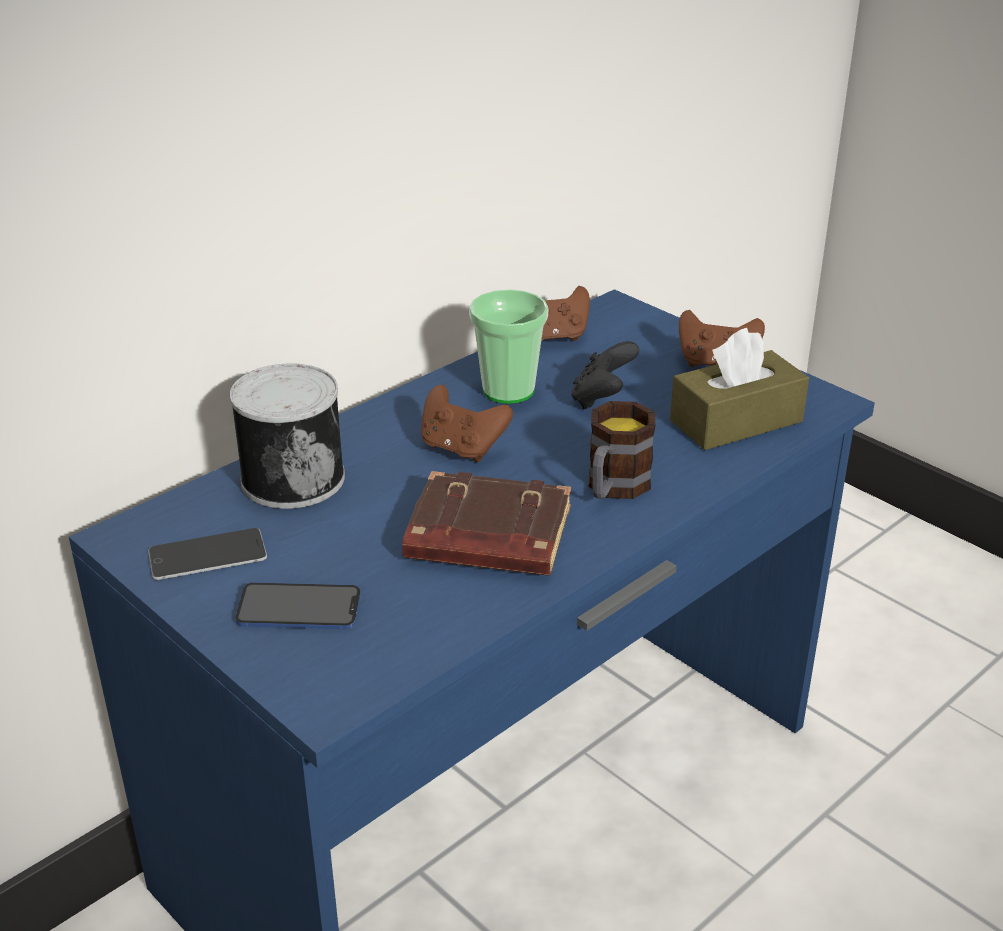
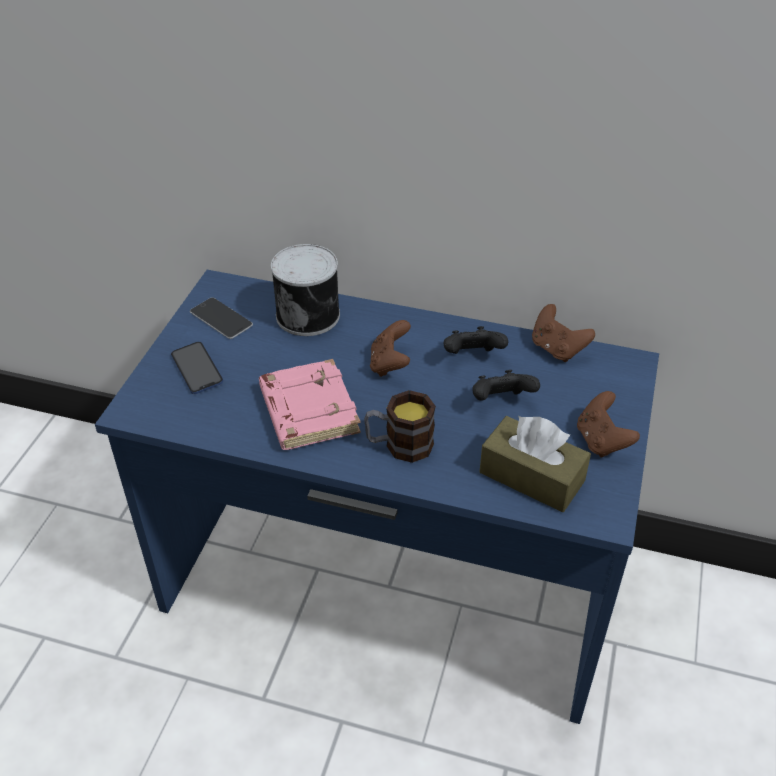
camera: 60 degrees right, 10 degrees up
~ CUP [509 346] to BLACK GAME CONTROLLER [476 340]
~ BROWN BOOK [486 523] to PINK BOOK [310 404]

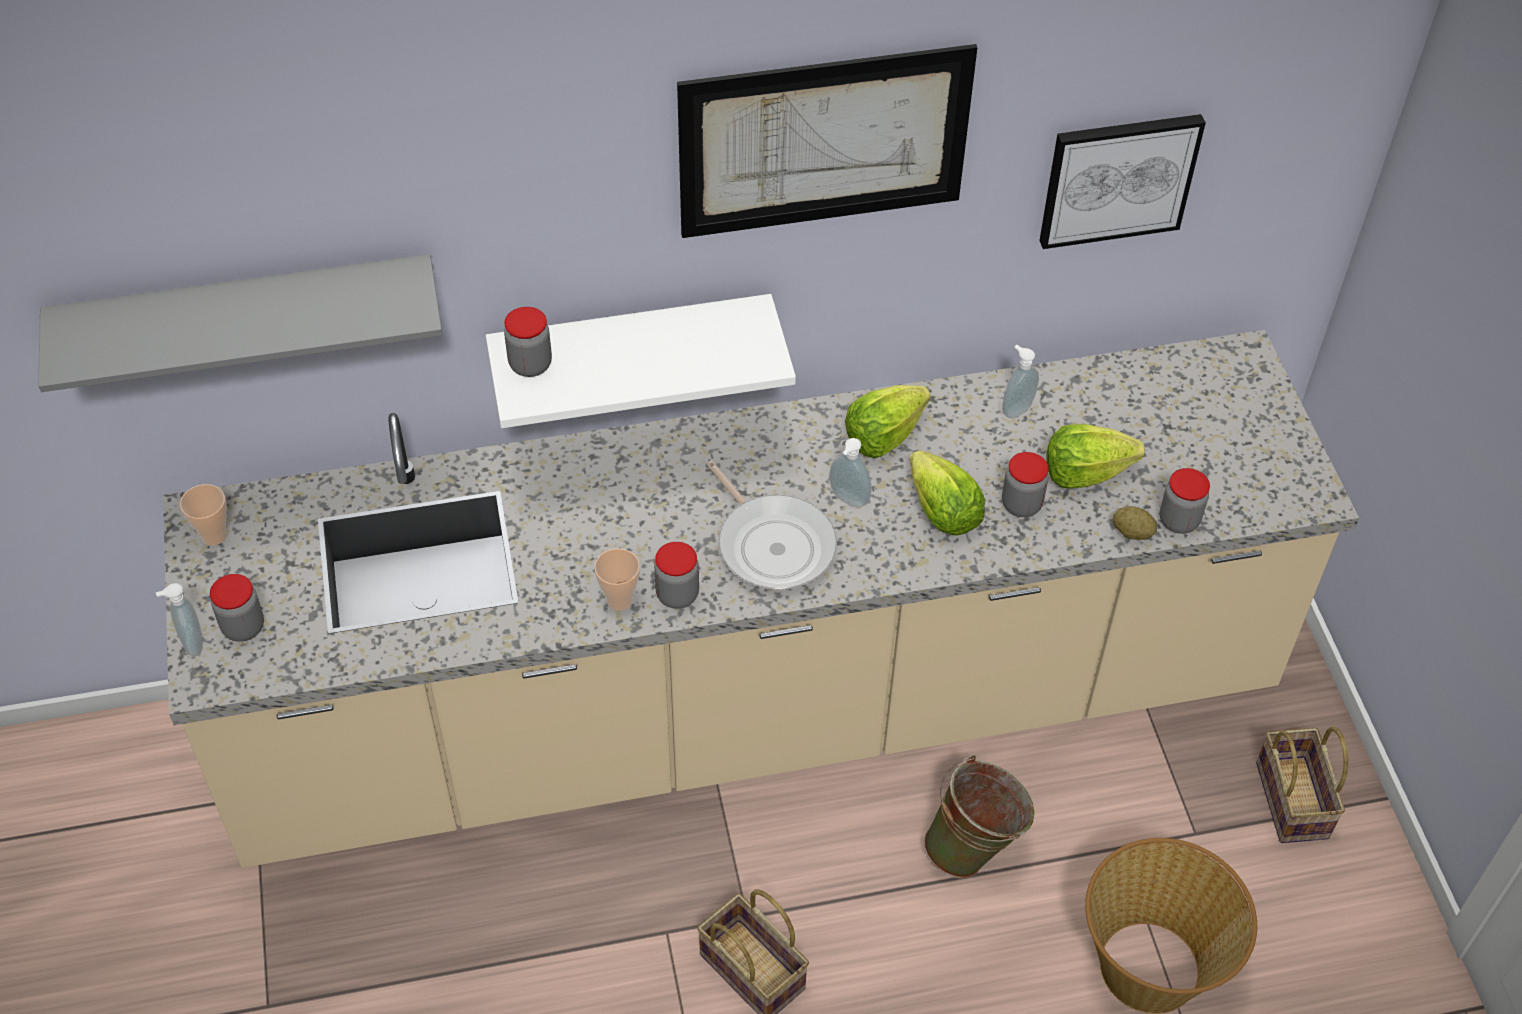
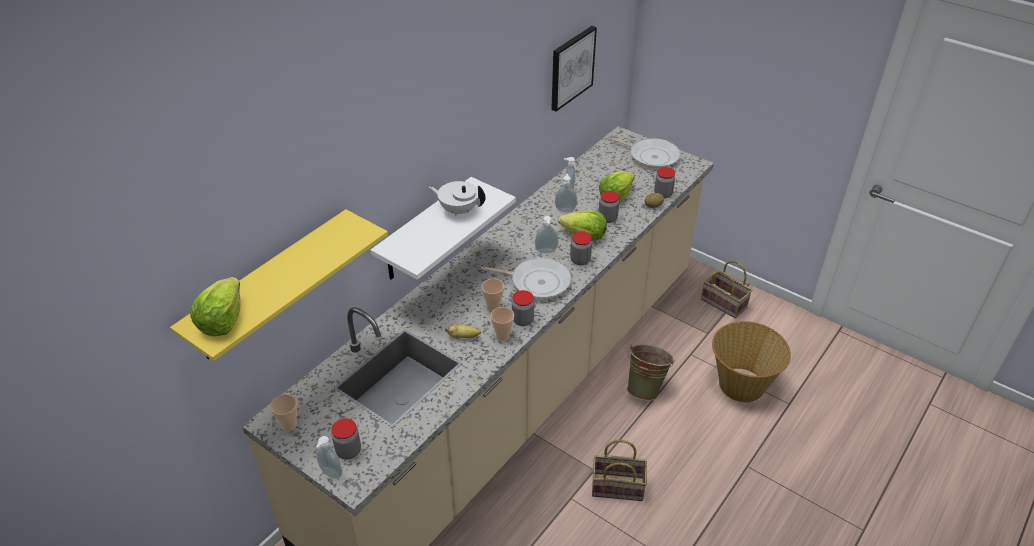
camera: 40 degrees left, 10 degrees down
- PICTURE [827 141]
~ GREY SHELF [240 323] to YELLOW SHELF [279 285]
~ JAR [528 342] to [581 248]
~ LETTUCE [888 421] to [215 306]
+ FRYING PAN [644 152]
+ SOAP DISPENSER [566 193]
+ WHITE TEAPOT [457 198]
+ CUP [492 295]
+ BANANA [463 331]

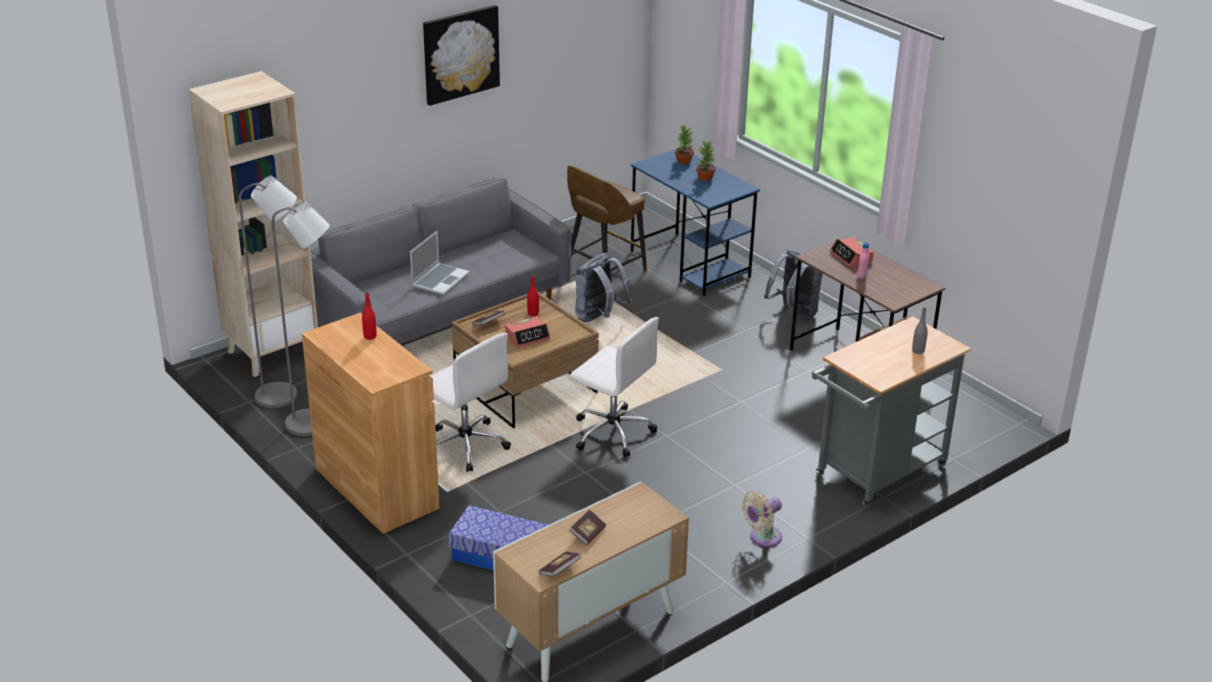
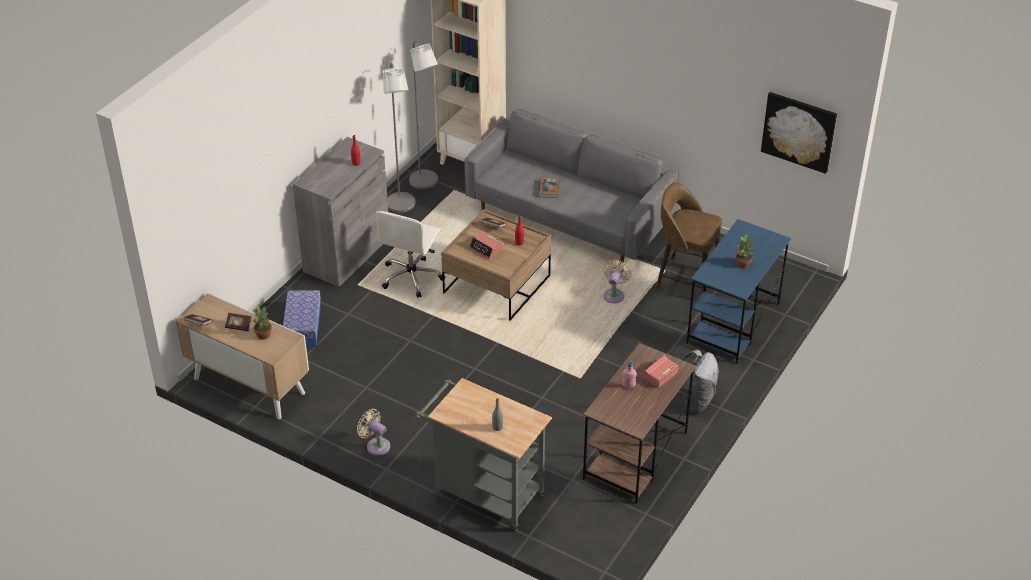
camera: 70 degrees right, 10 degrees up
~ PICTURE [461 55] to [799 133]
~ POTTED PLANT [684 144] to [262 322]
~ LAPTOP [440 263] to BOOK [549 187]
~ GREY BACKPACK [603 287] to BEIGE FAN [617 281]
~ BROWN CABINET [371 423] to GREY CABINET [340 212]
- WHITE OFFICE CHAIR [614 387]

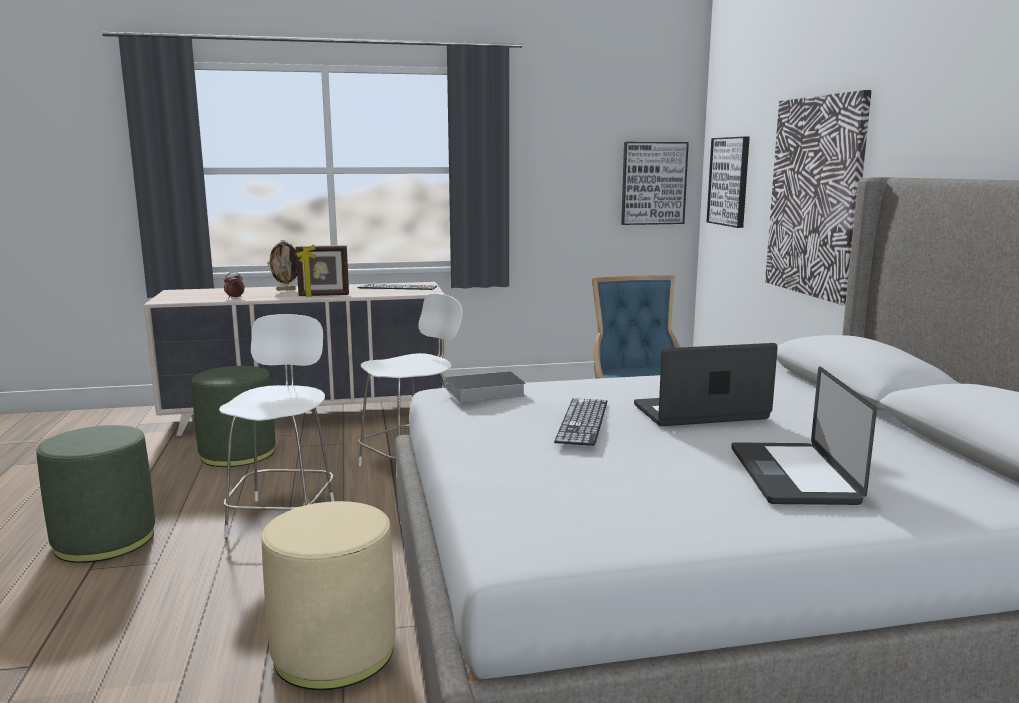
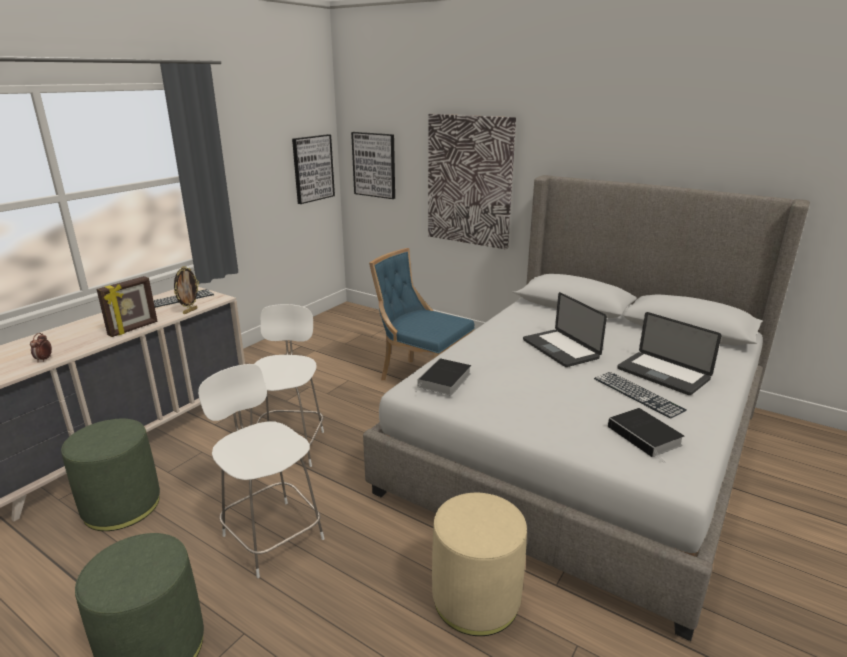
camera: 45 degrees left, 10 degrees up
~ PICTURE FRAME [282 265] to [186 290]
~ LAPTOP [706 384] = [565 329] 60 degrees counterclockwise
~ KEYBOARD [581 422] to [640 395]
+ BOOK [646 435]

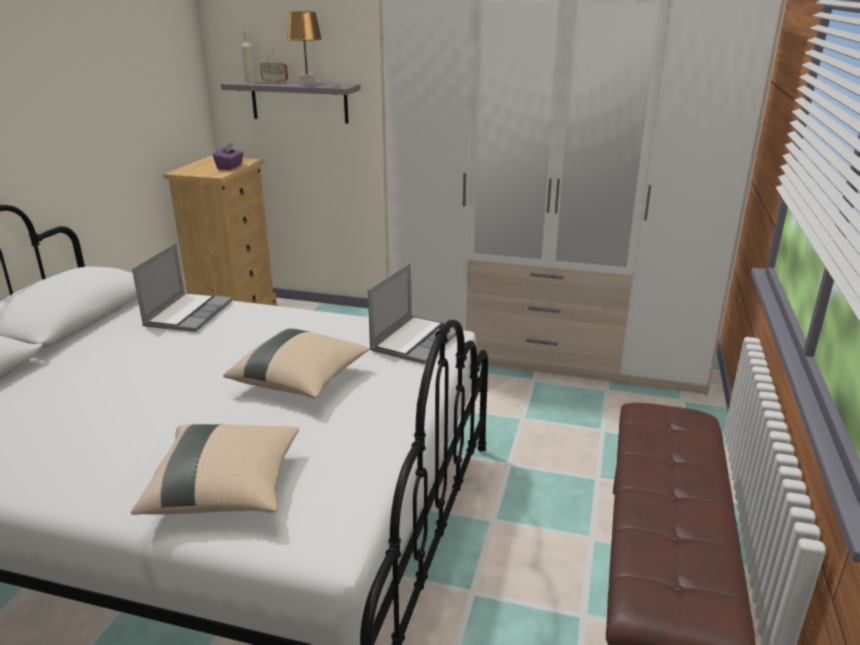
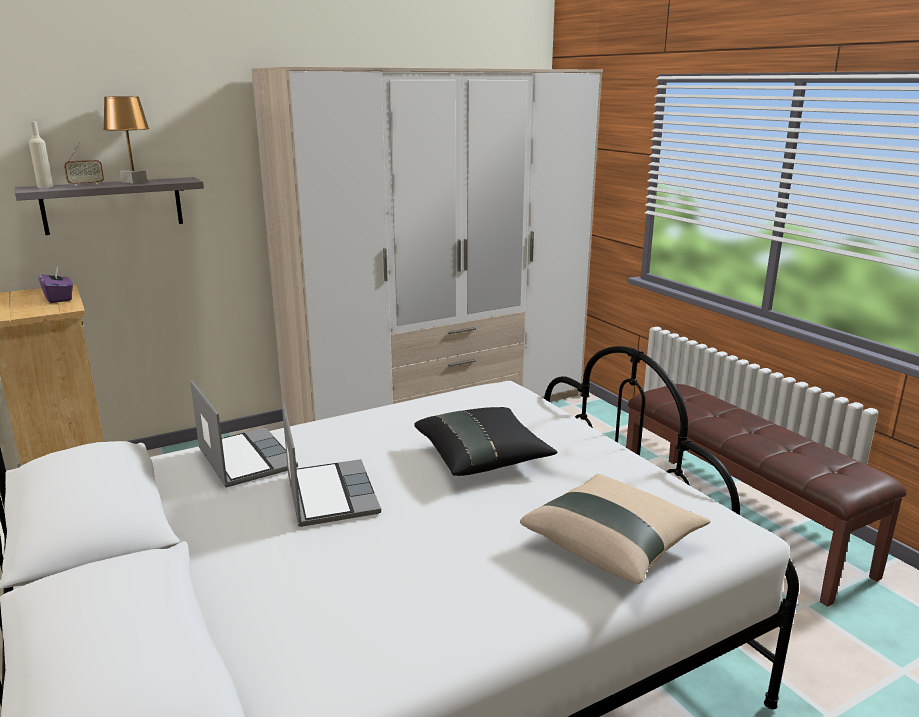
camera: 45 degrees left, 5 degrees down
~ LAPTOP [412 313] to [331 465]
~ BEIGE PILLOW [296 363] to BLACK PILLOW [485 441]

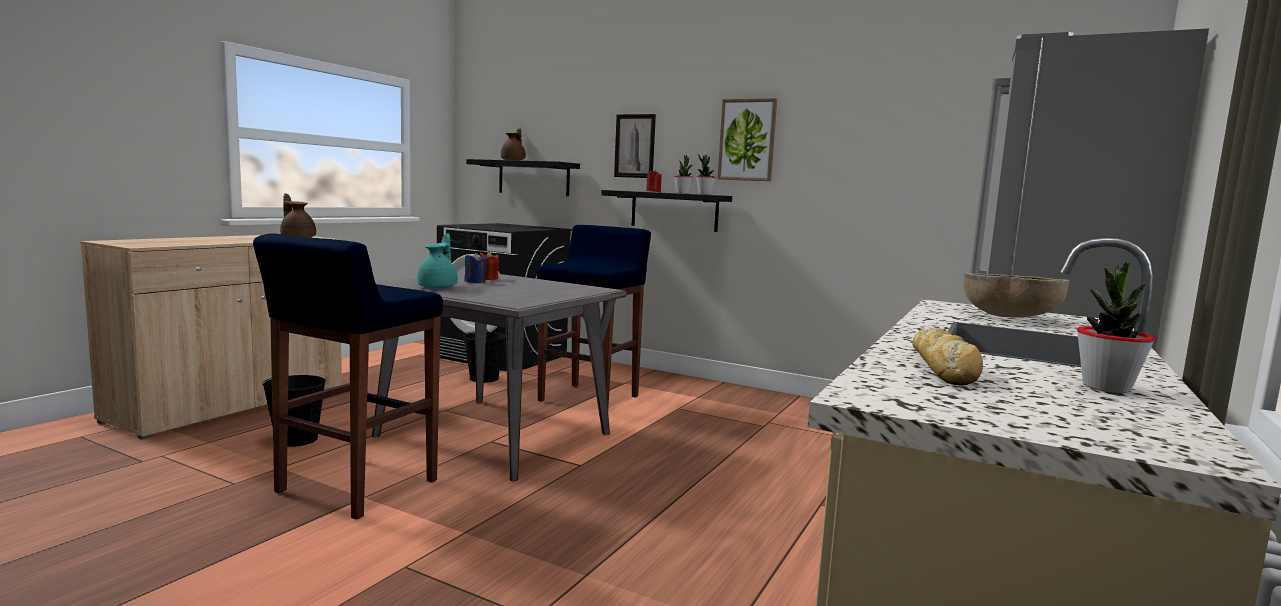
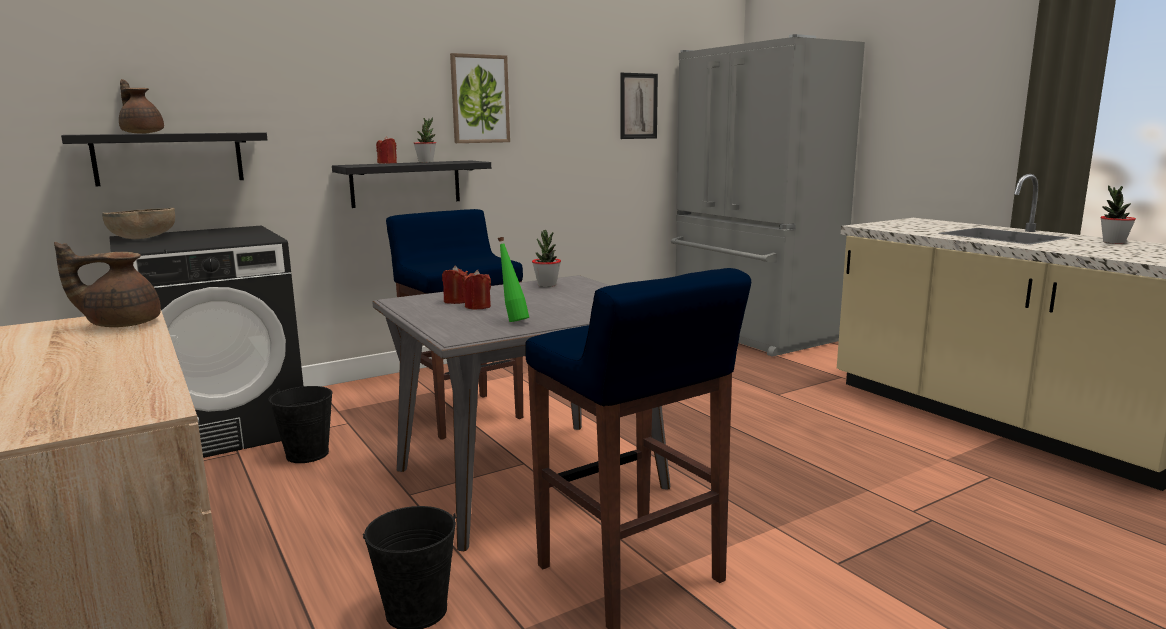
camera: 60 degrees left, 5 degrees up
~ PICTURE [635 146] to [639 106]
~ POTTED PLANT [706 174] to [546 258]
~ TURQUOISE TEAPOT [437 260] to GREEN BOTTLE [513 279]
~ BLUE CANDLE [476 268] to RED CANDLE [477 290]
~ BROWN BOWL [1016 295] to [138 223]
- BREAD [948 357]

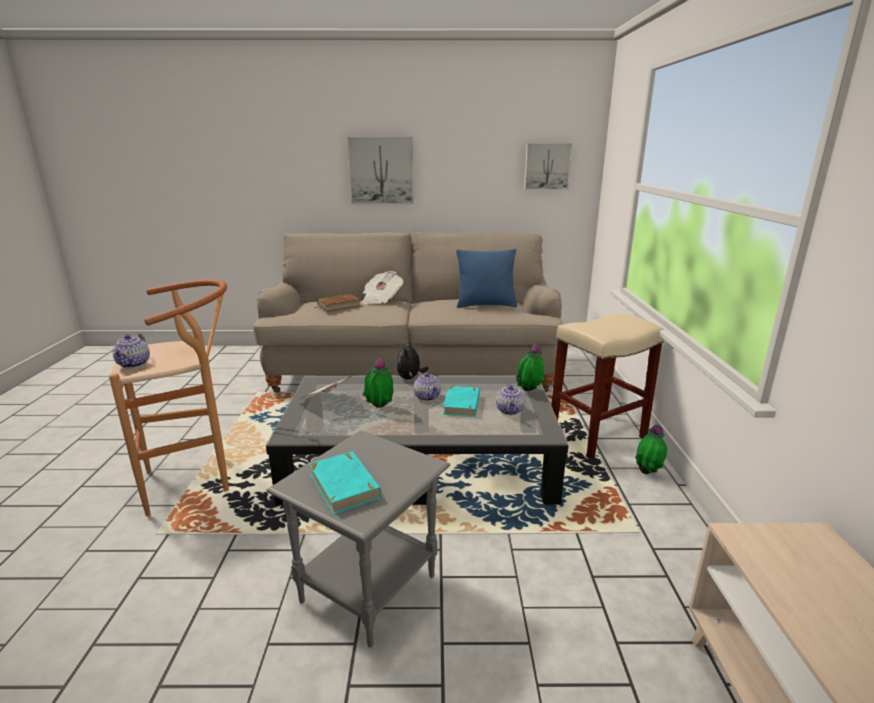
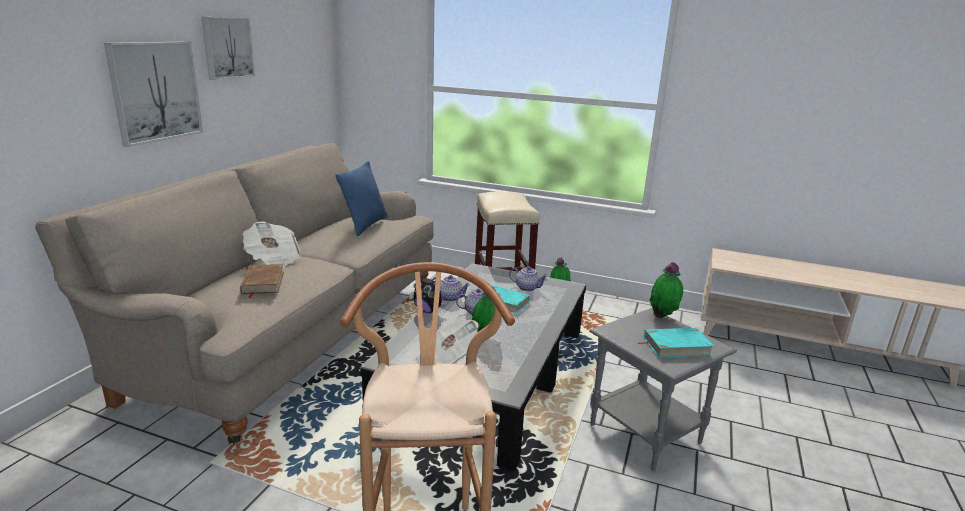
camera: 70 degrees left, 0 degrees up
~ PICTURE [548 166] to [228 48]
~ TEAPOT [131 350] to [451 288]
~ POTTED PLANT [530 367] to [666 290]

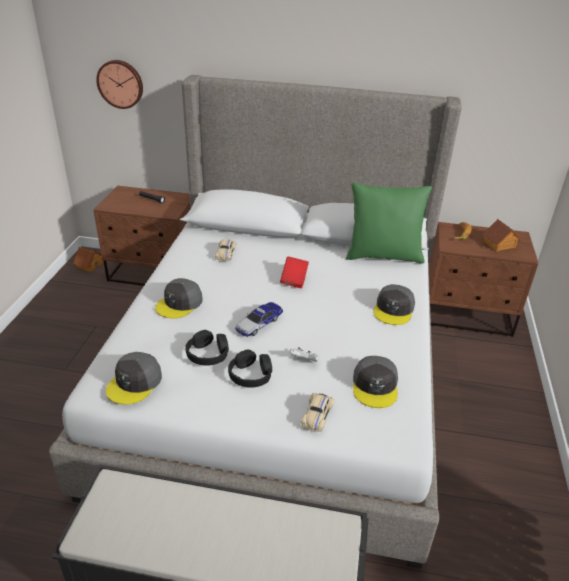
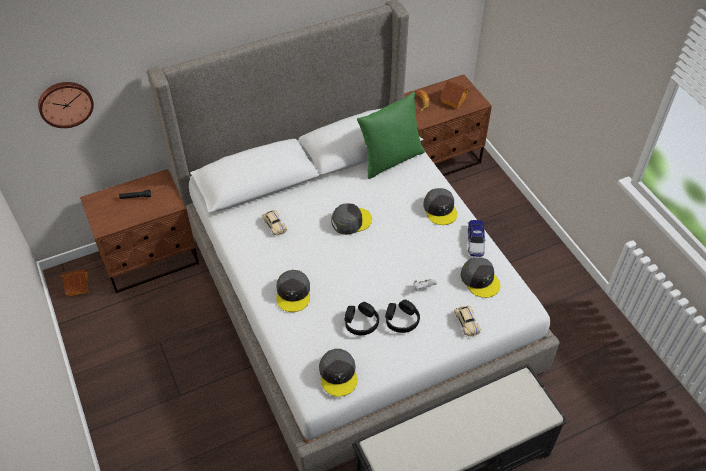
camera: 35 degrees left, 15 degrees up
~ RED BOOK [294 272] to GREY CAP [351 219]
~ TOY CAR [259 319] to [476 238]

